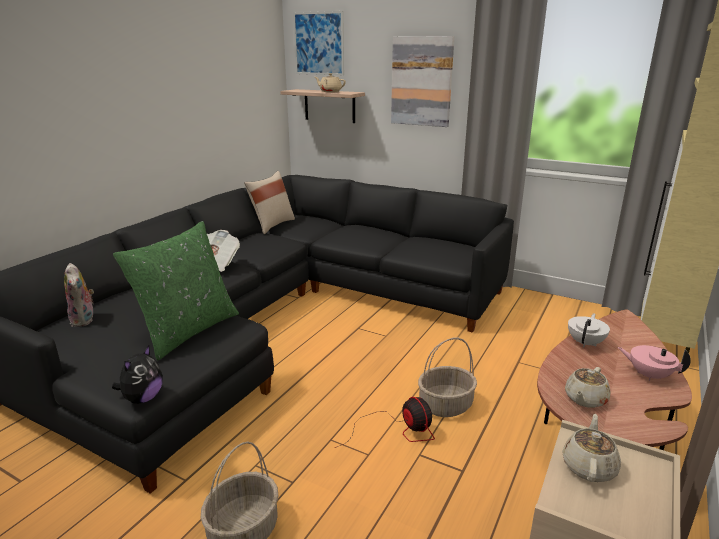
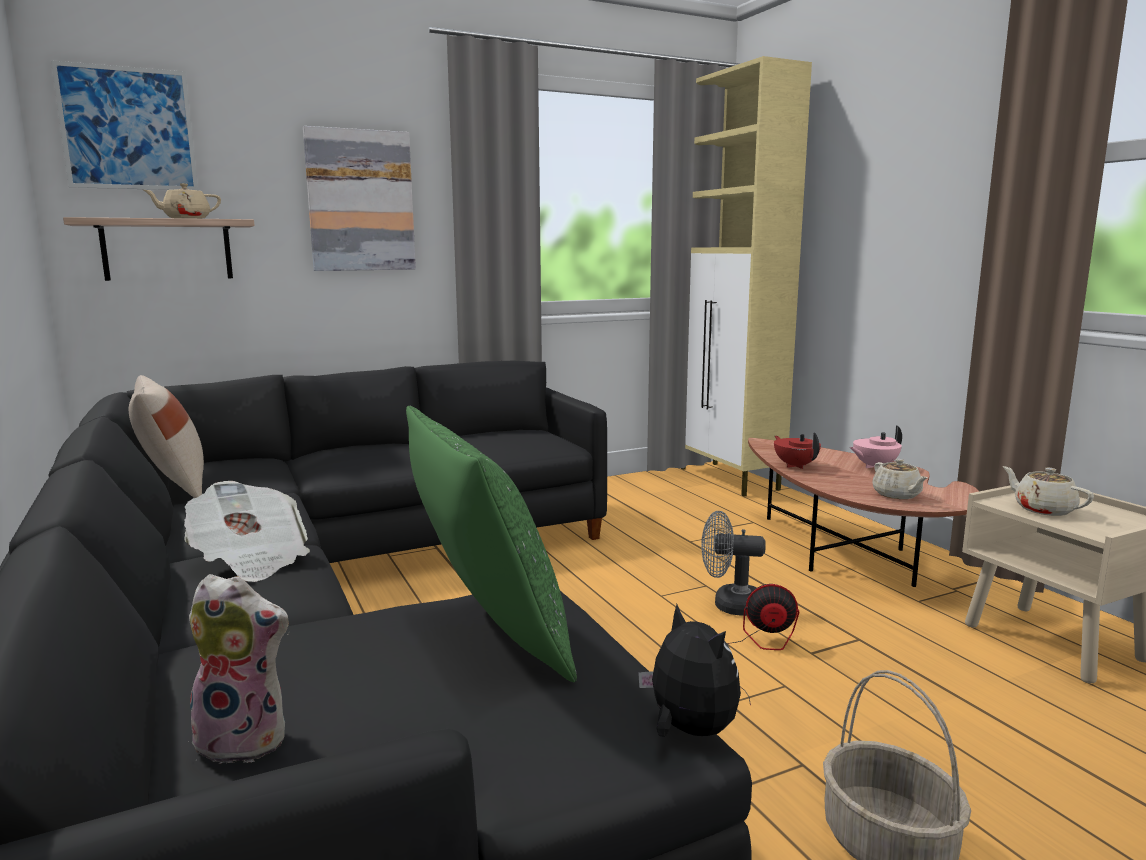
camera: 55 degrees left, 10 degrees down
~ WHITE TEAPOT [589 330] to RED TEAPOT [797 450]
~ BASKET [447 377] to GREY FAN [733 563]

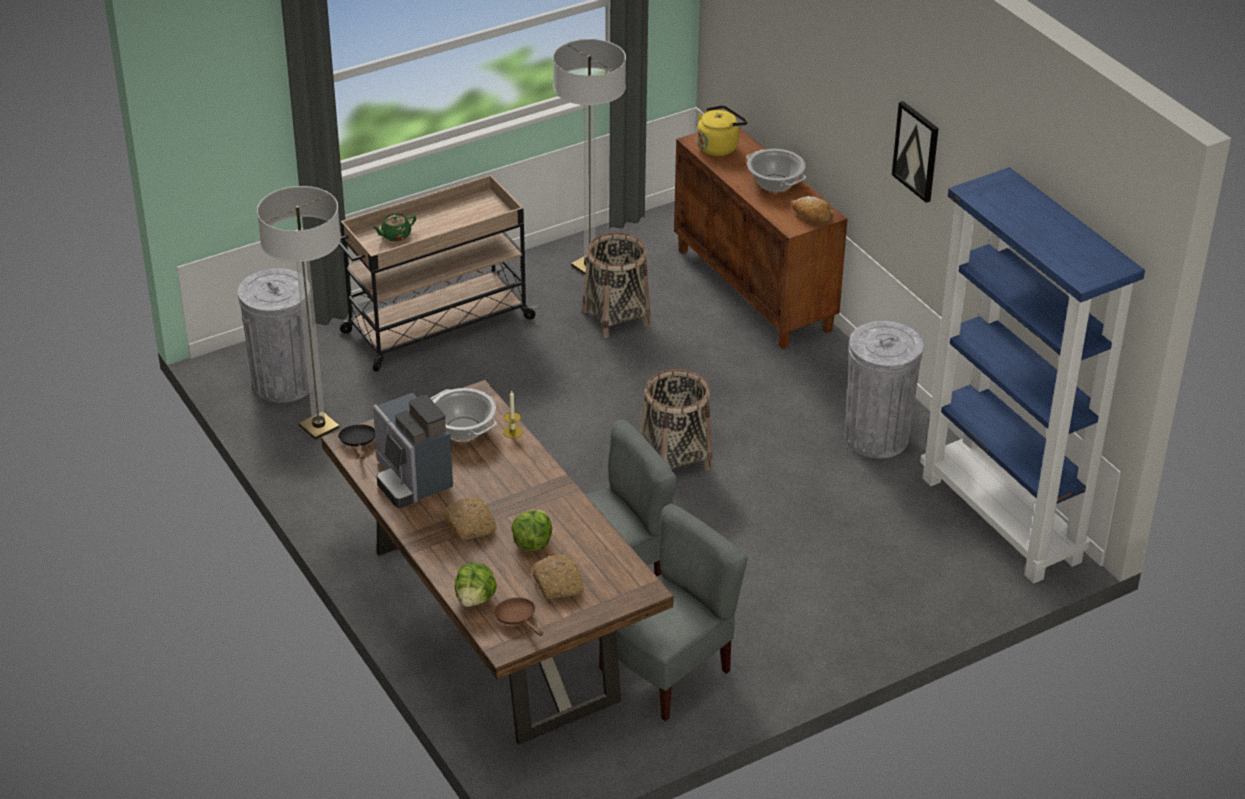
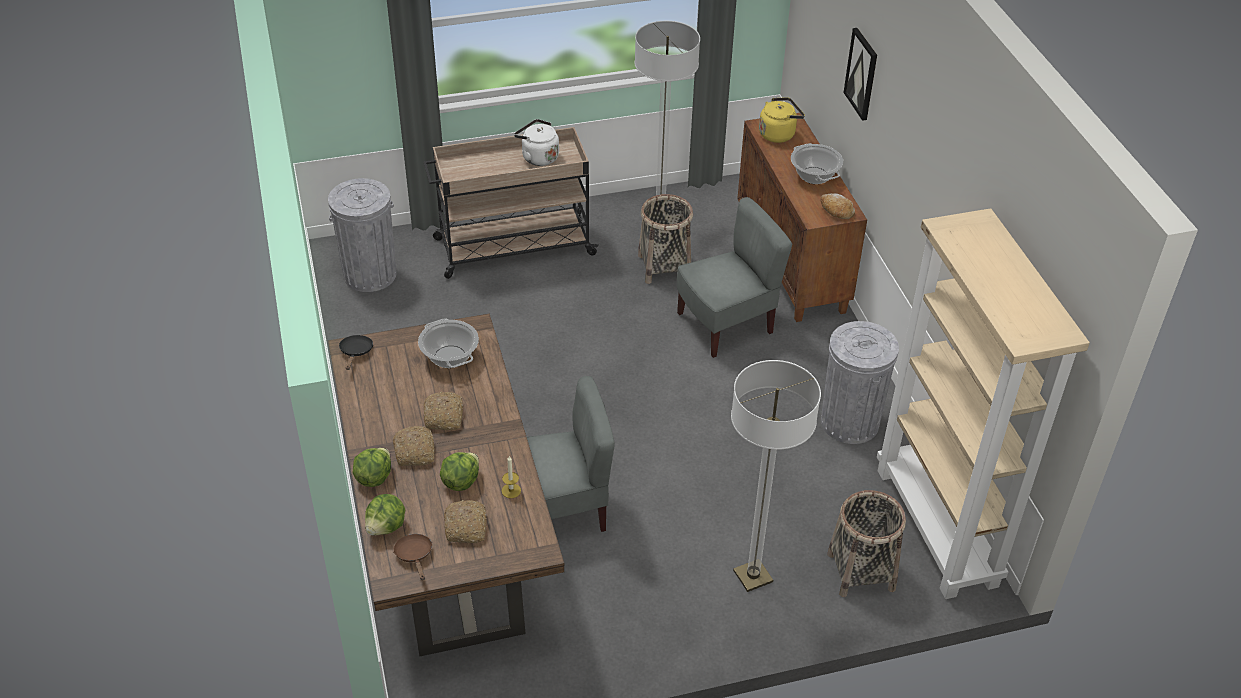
camera: 15 degrees right, 5 degrees up
~ PICTURE [915 152] to [860 74]
~ BLUE BOOKCASE [1032 375] to BEIGE BOOKCASE [983 403]
~ FLOOR LAMP [299 313] to [776 476]
- GREEN TEAPOT [394 227]
~ BASKET [676 419] to [866 543]
~ CANDLE [513 414] to [511 477]
- COFFEE MACHINE [413 450]
~ GREY CHAIR [673 612] to [734 277]
+ WHITE KETTLE [536 142]
+ BREAD [443 411]
+ LETTUCE [371 467]

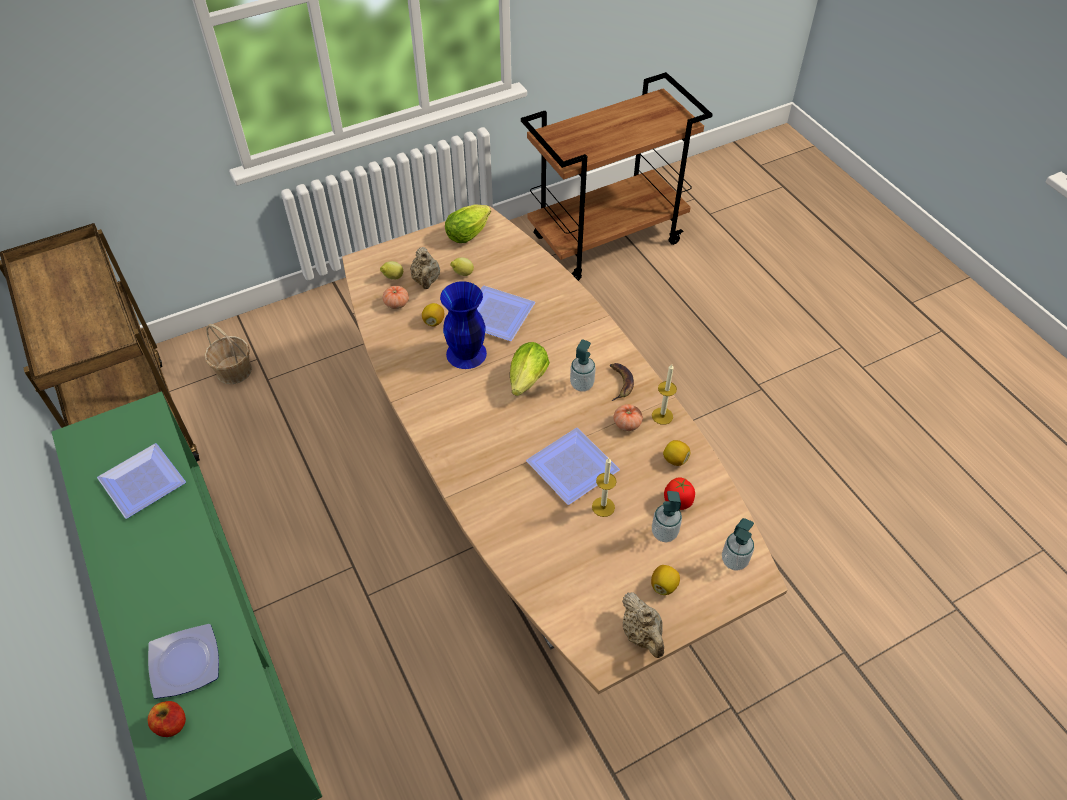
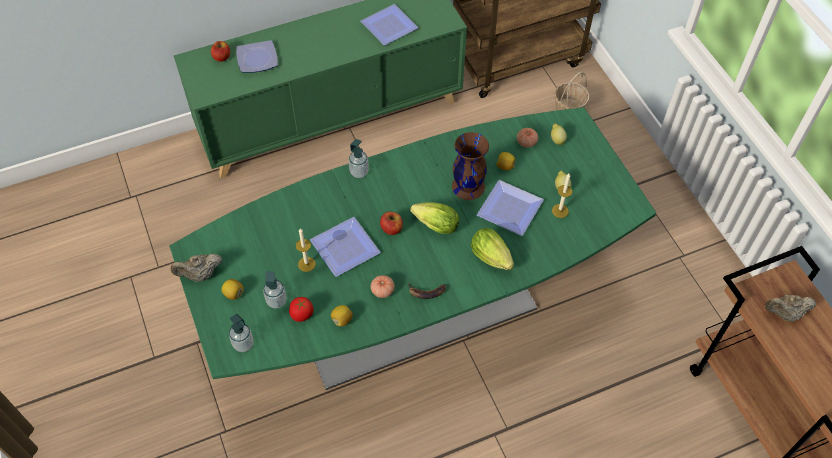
camera: 95 degrees right, 5 degrees up
~ LETTUCE [468 224] to [492 249]
~ BROWN DINING TABLE [564 450] to GREEN DINING TABLE [412 248]
~ BEIGE TEAPOT [425 268] to [790 308]
~ BLUE VASE [463 325] to BROWN VASE [470 166]
~ SOAP DISPENSER [583 365] to [359 158]
~ CANDLE [664 394] to [562 196]
+ APPLE [391 223]

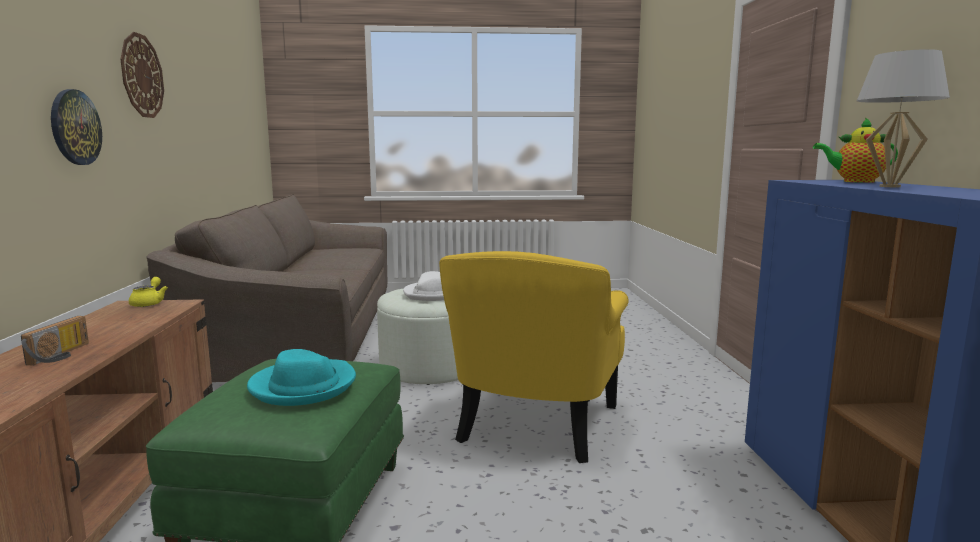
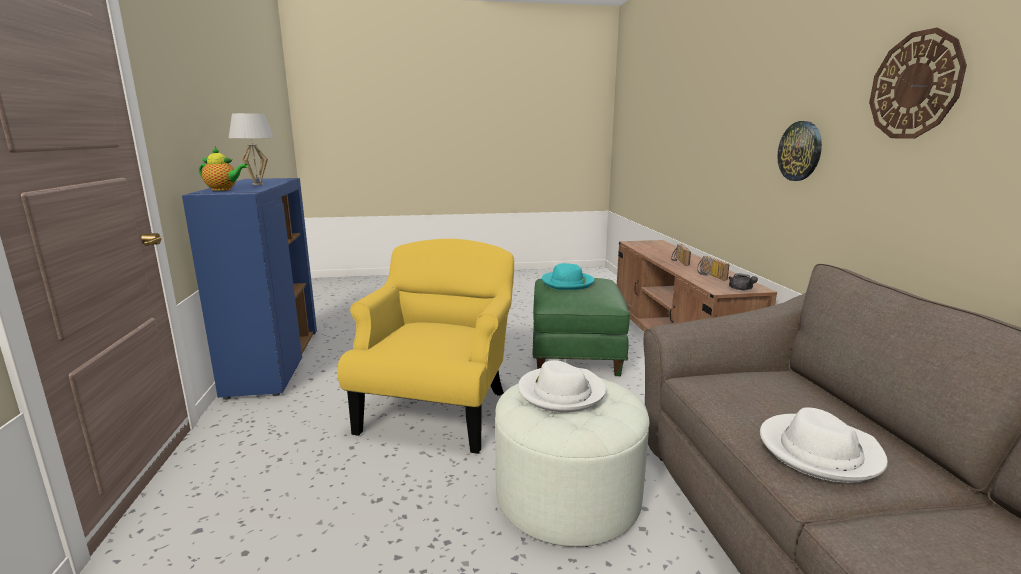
camera: 175 degrees right, 5 degrees up
~ YELLOW TEAPOT [148 292] to GREY TEAPOT [743 281]
+ RADIO [713 268]
+ WHITE HAT [824 445]

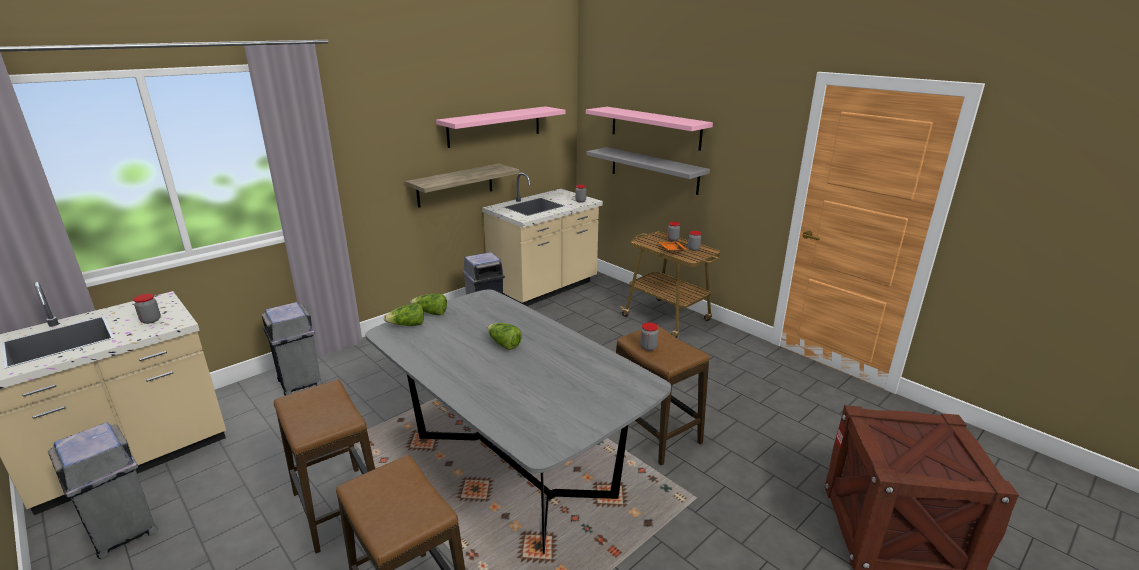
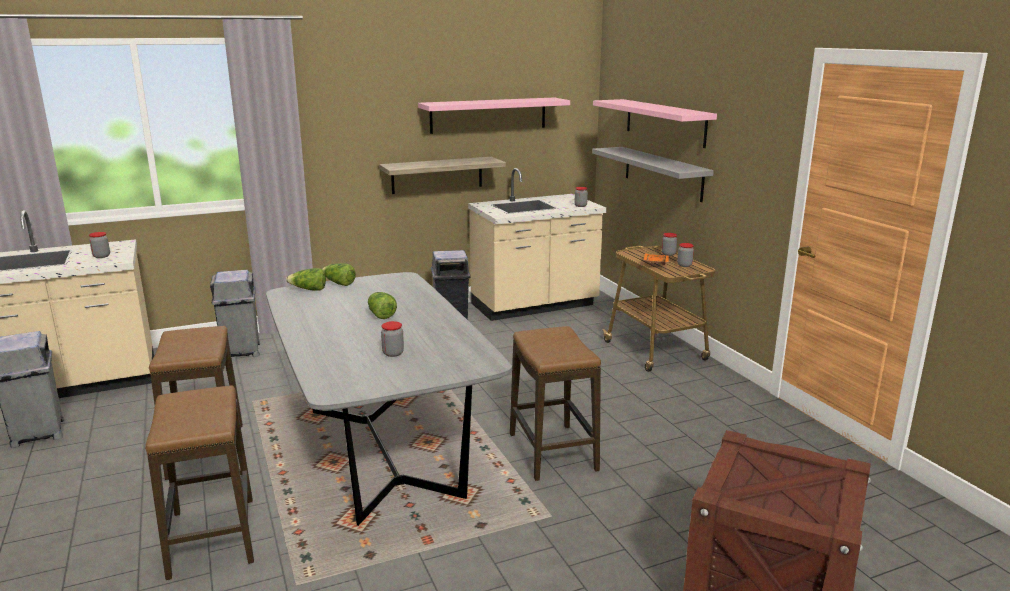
camera: 20 degrees right, 5 degrees down
~ JAR [649 336] to [392 339]

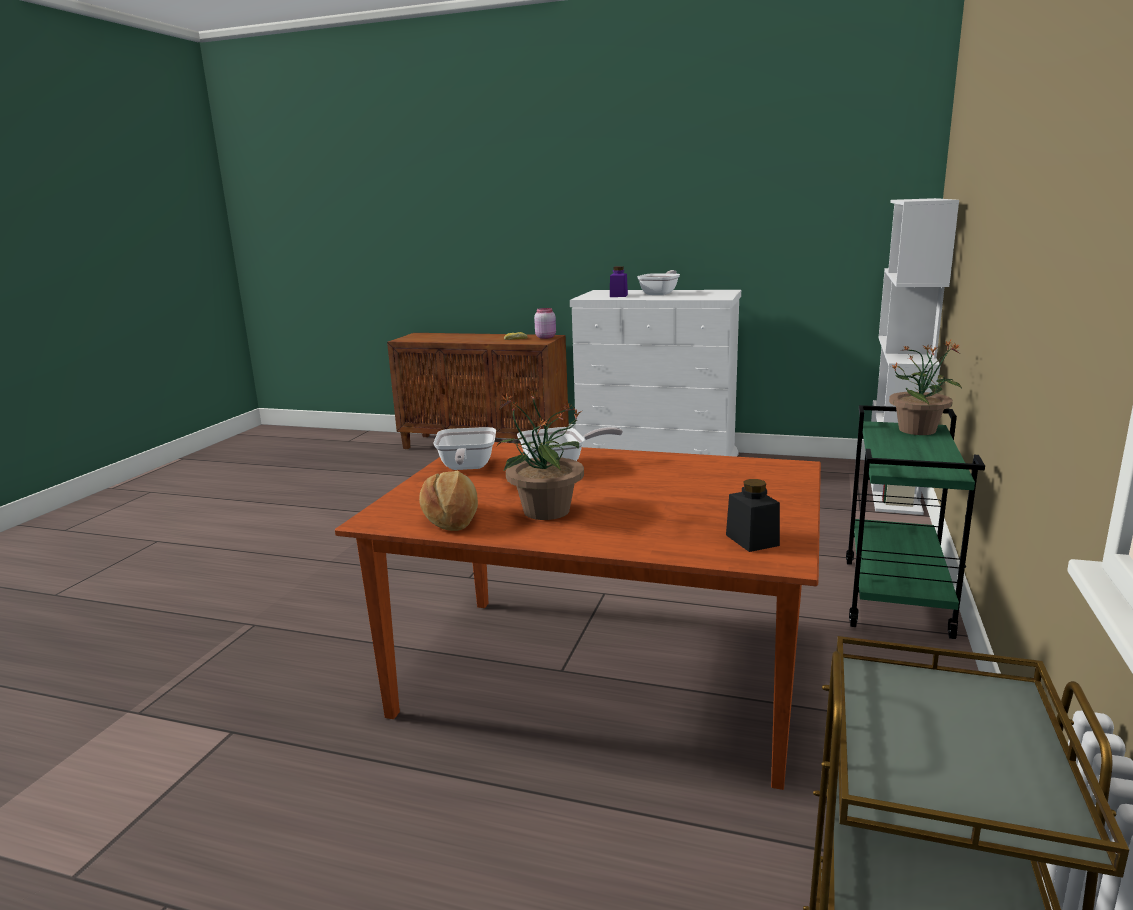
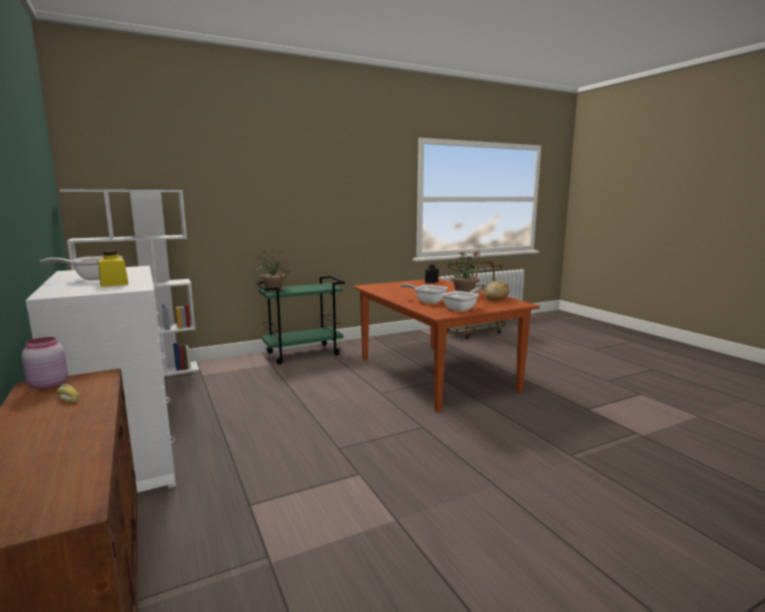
camera: 135 degrees left, 5 degrees down
~ PURPLE JAR [619 281] to YELLOW JAR [113 269]

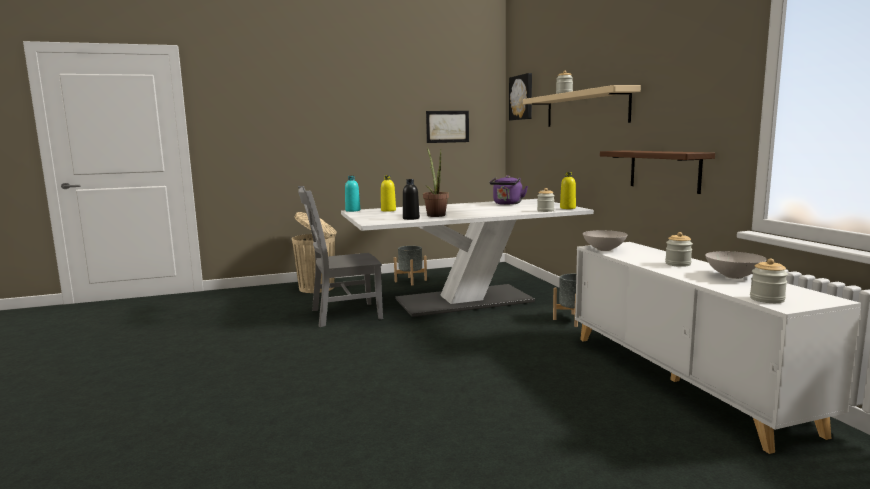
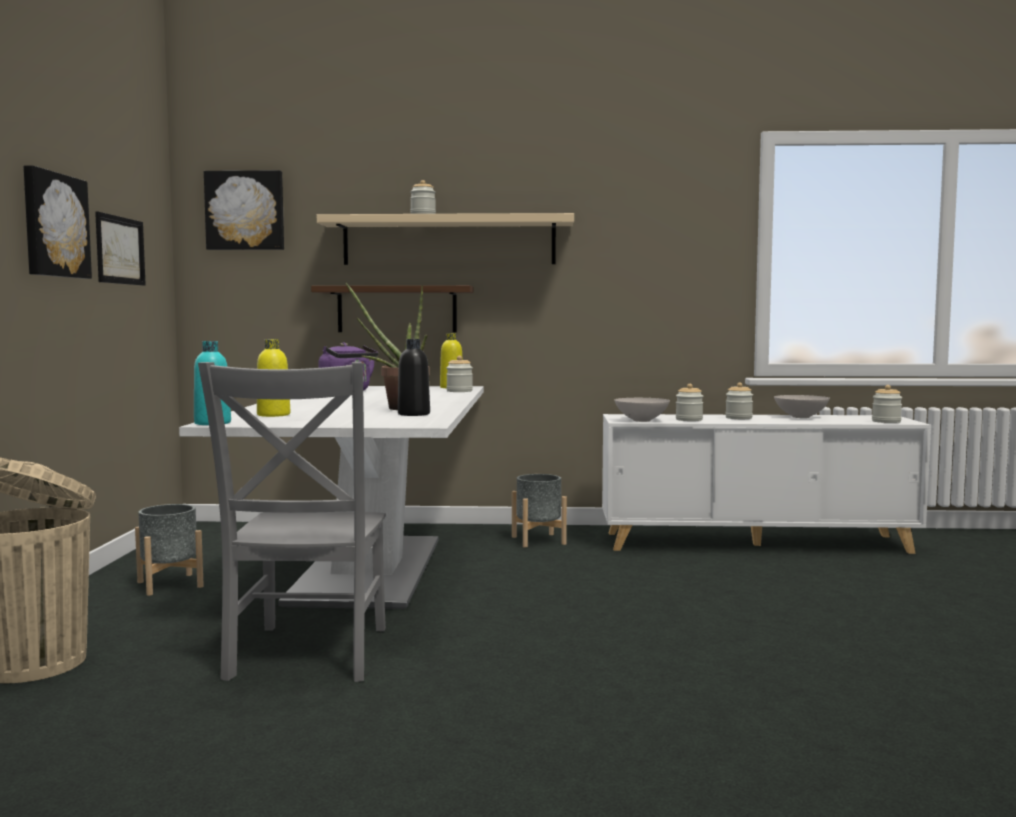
camera: 70 degrees left, 5 degrees down
~ SHELF [657 172] to [392 308]
+ PICTURE [57 222]
+ JAR [689 402]

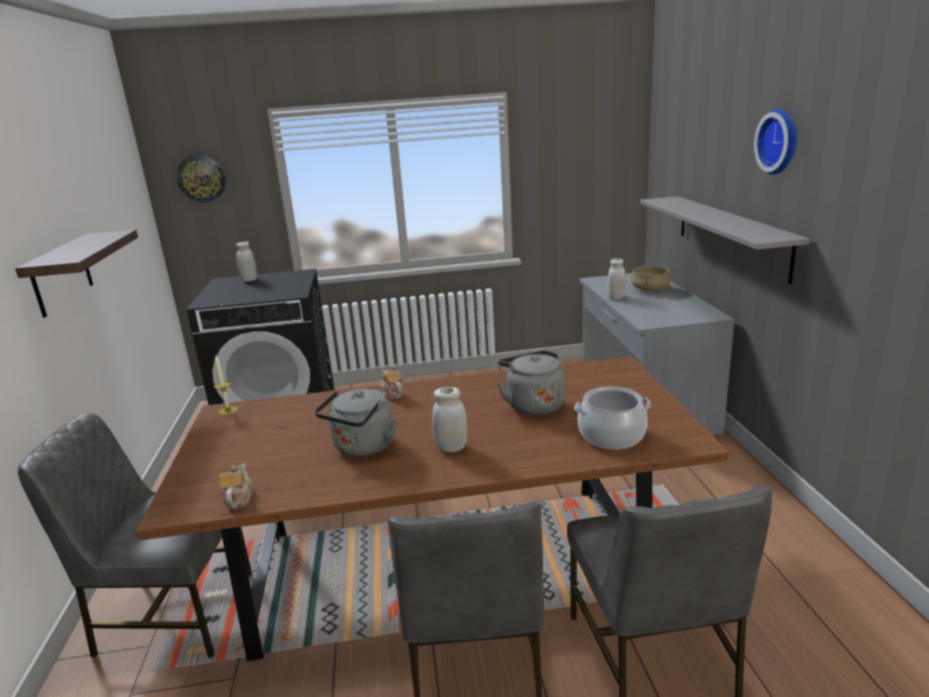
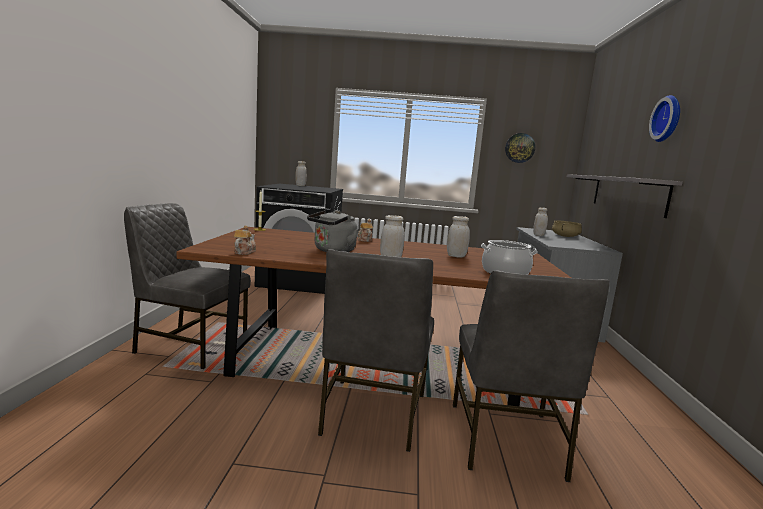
camera: 10 degrees right, 10 degrees down
~ WALL CLOCK [201 179] to [520 148]
- SHELF [76 274]
~ GREY KETTLE [531 383] to WHITE JAR [458 237]

